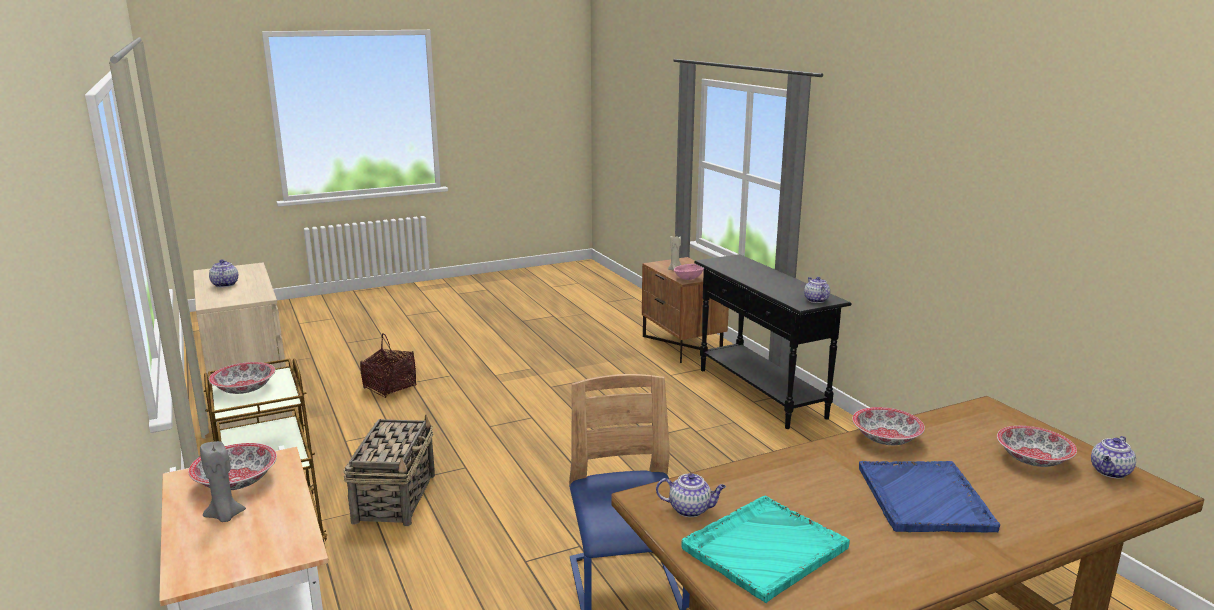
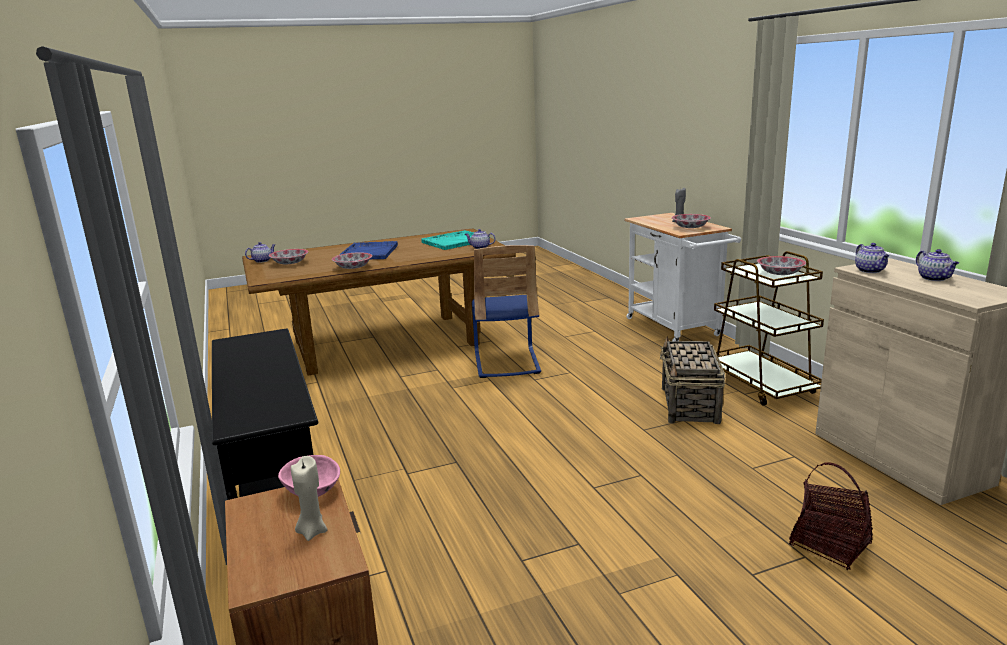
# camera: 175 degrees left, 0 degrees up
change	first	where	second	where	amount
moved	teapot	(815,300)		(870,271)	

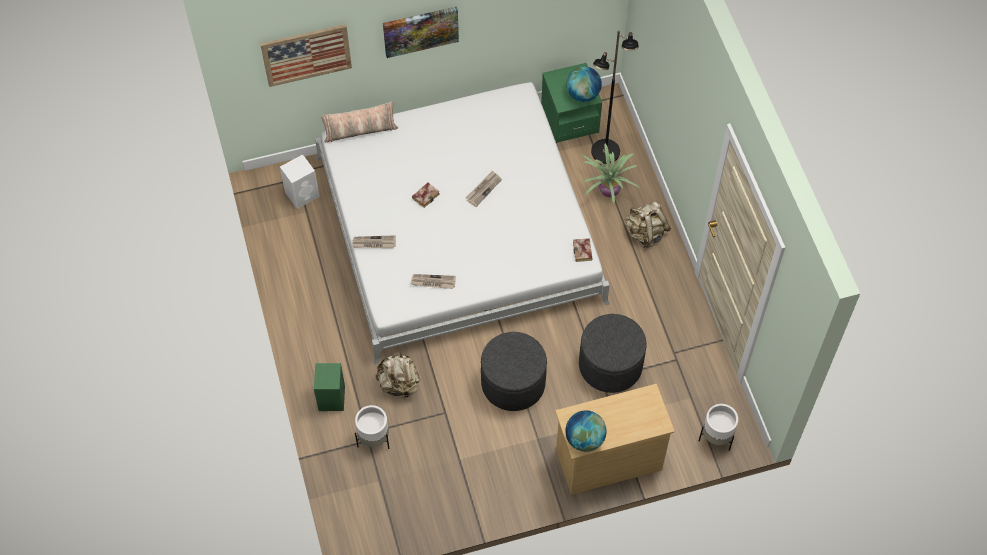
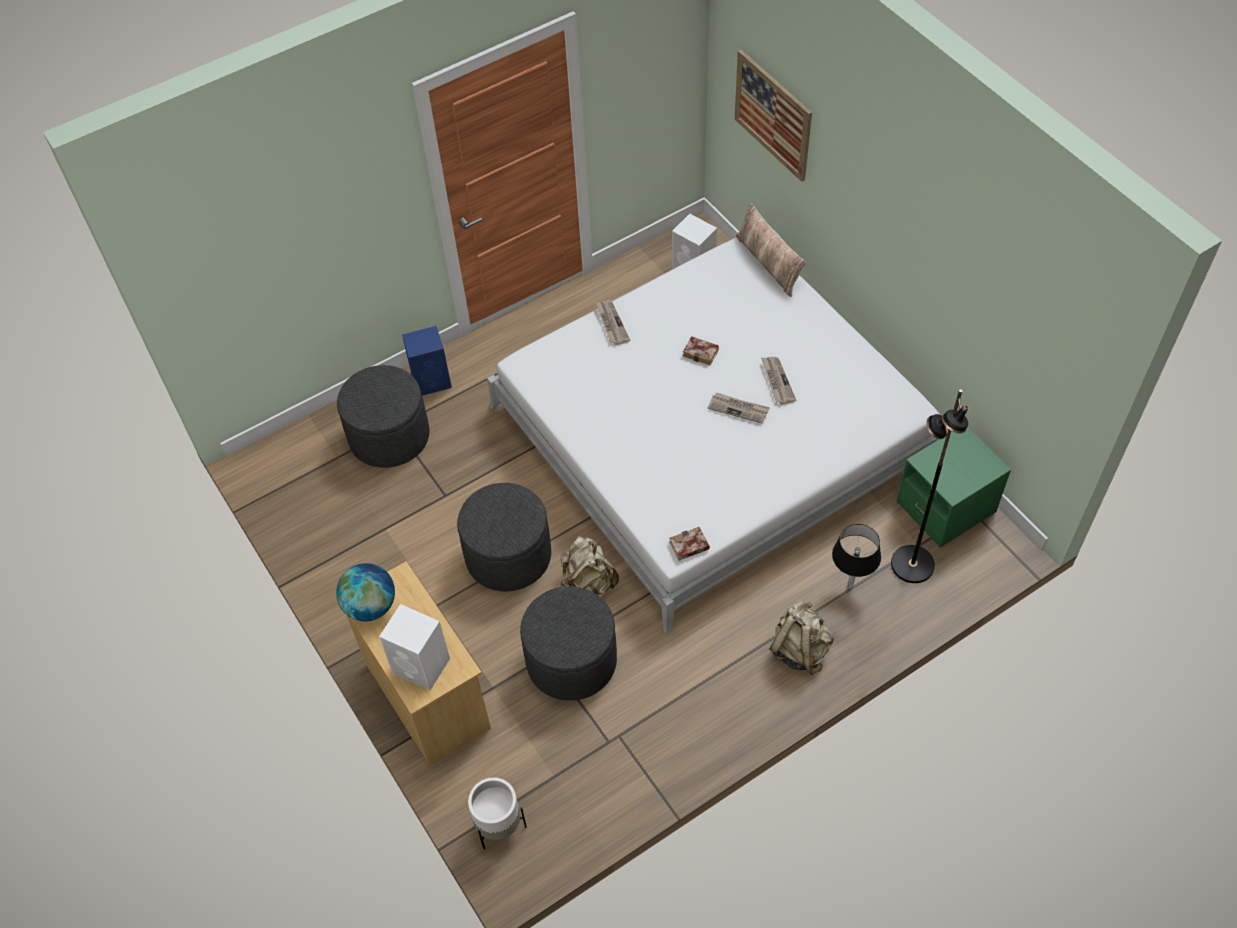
# camera: 75 degrees right, 5 degrees down
change	first	where	second	where	amount
removed	wall art	(420,30)			
removed	desk globe	(583,94)			
replaced	houseplant	(608,190)	tabletop lamp/blackish	(850,585)	
moved	daily paper	(433,282)		(777,381)	
moved	knapsack/sand-coloured	(399,384)		(587,585)	
recoloured	audio speaker/greenish	(331,397)	audio speaker/blue-coloured	(432,380)	
replaced	flower pot/white-coloured	(374,439)	footrest/gray	(389,436)	
added			audio speaker/white-coloured	(422,666)	

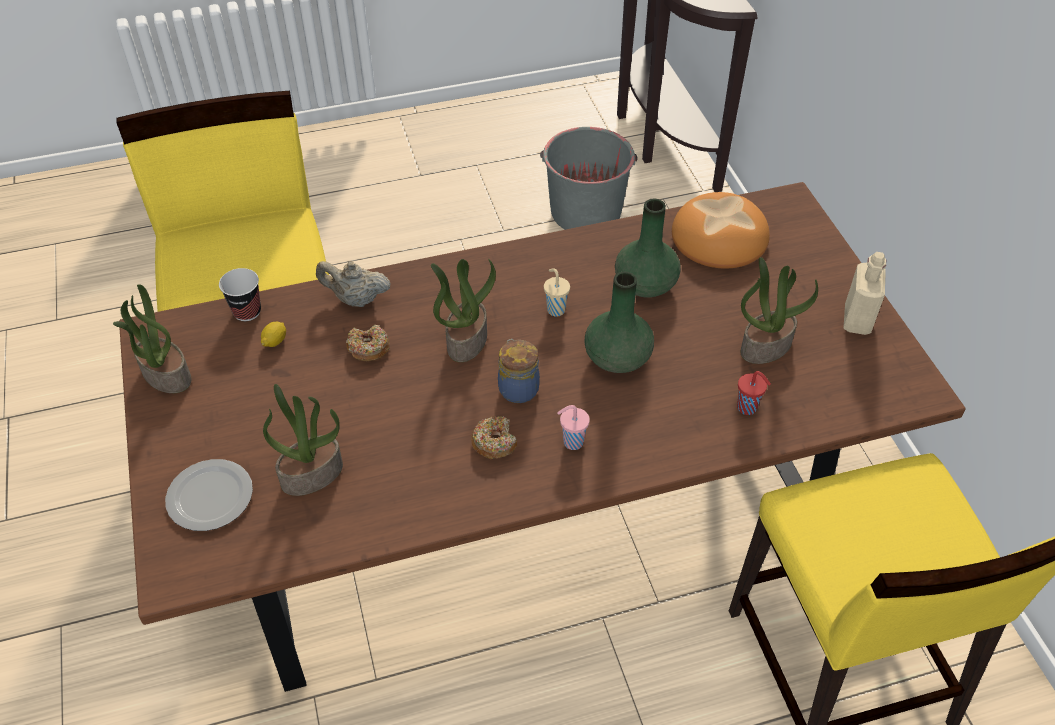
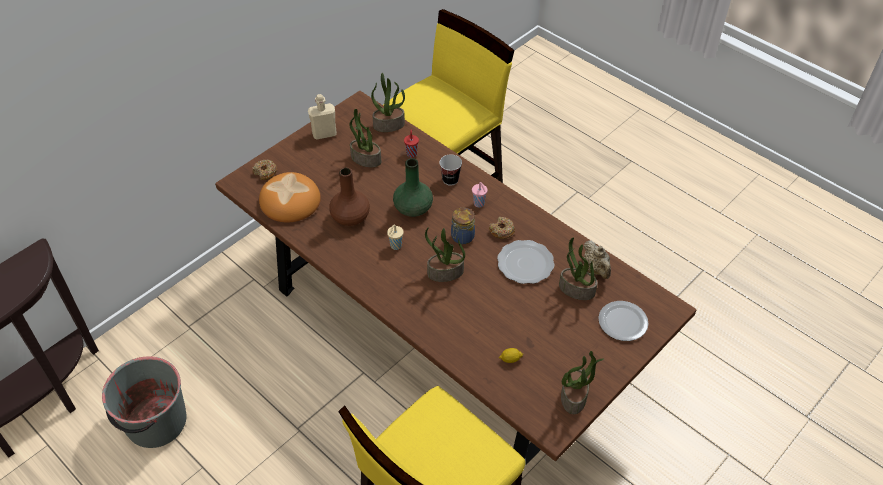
# camera: 120 degrees left, 0 degrees up
change	first	where	second	where	amount
recoloured	decorative vase/greenish	(644,285)	decorative vase/brown	(351,218)	
moved	teapot/sand-coloured	(356,299)		(596,269)	
moved	cup	(247,312)		(450,180)	
moved	donut	(368,348)		(265,172)	
added			houseplant	(389,124)	
added			dinner plate	(525,263)	

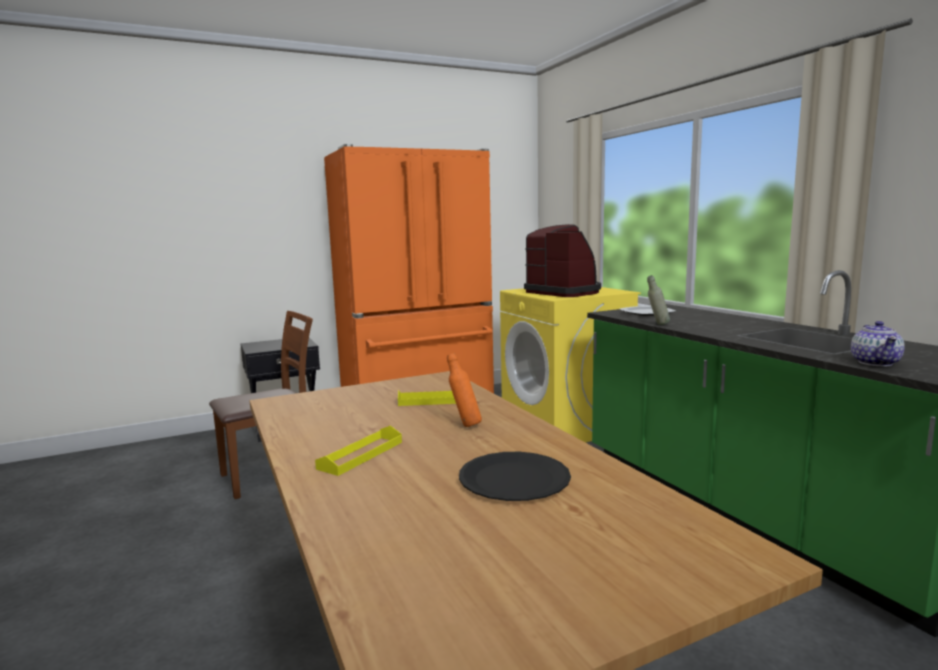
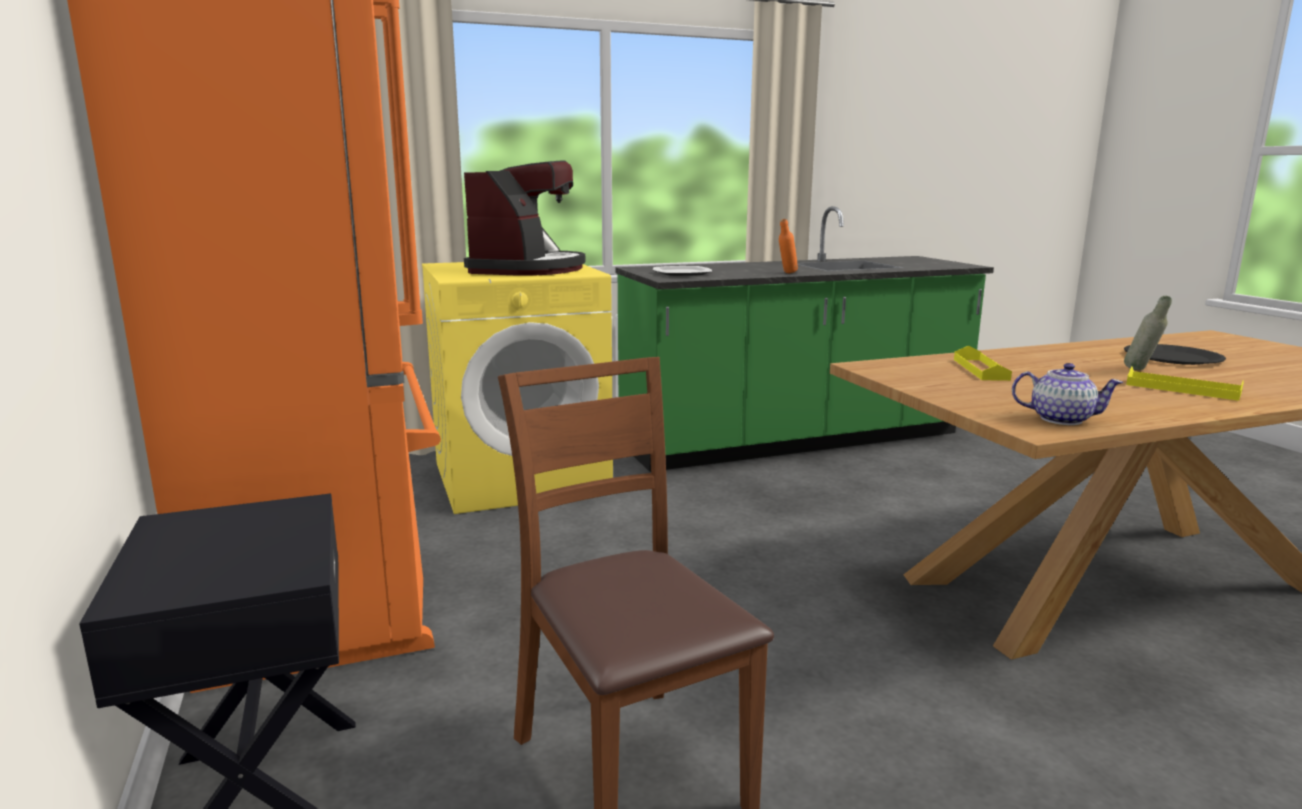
# camera: 85 degrees left, 5 degrees up
change	first	where	second	where	amount
turned	coffee brewer	(564,292)		(528,269)	135 degrees clockwise
moved	drink bottle/gray	(657,325)		(1141,371)	
moved	teapot	(875,362)		(1060,419)	
moved	drink bottle/orangey	(464,425)		(786,273)	

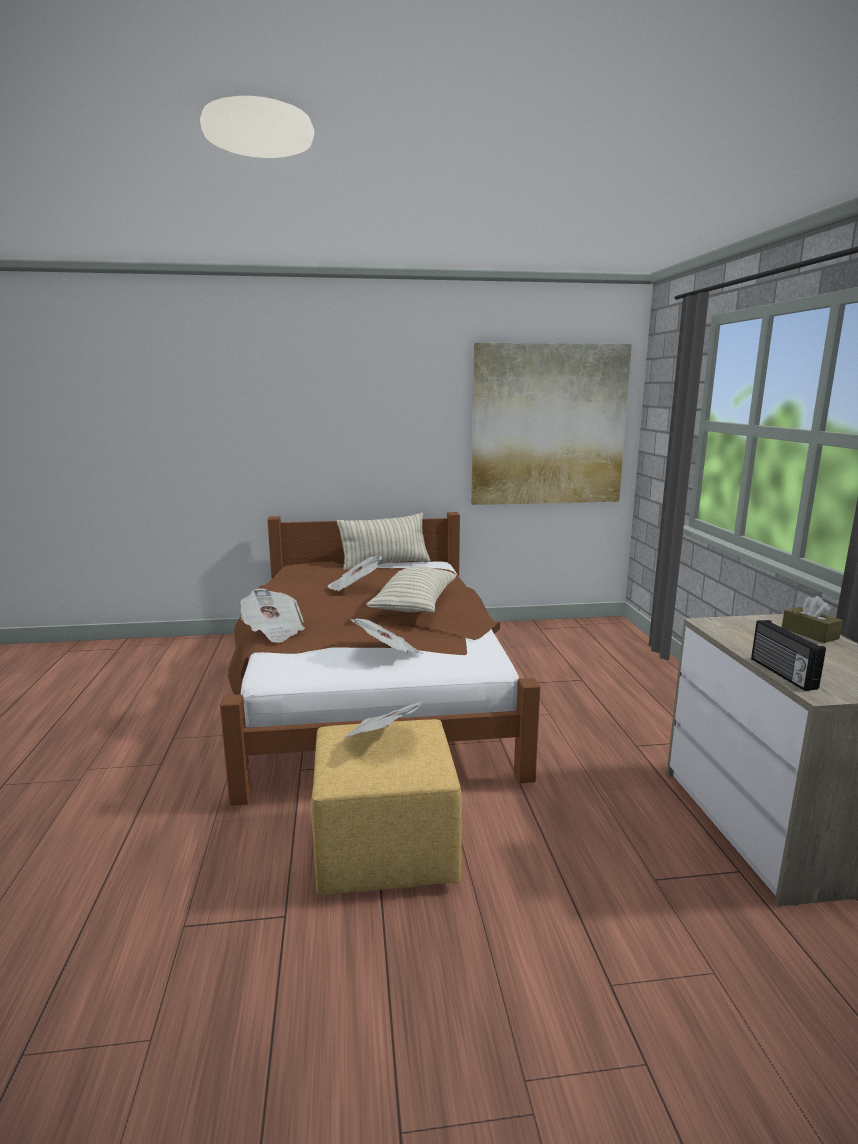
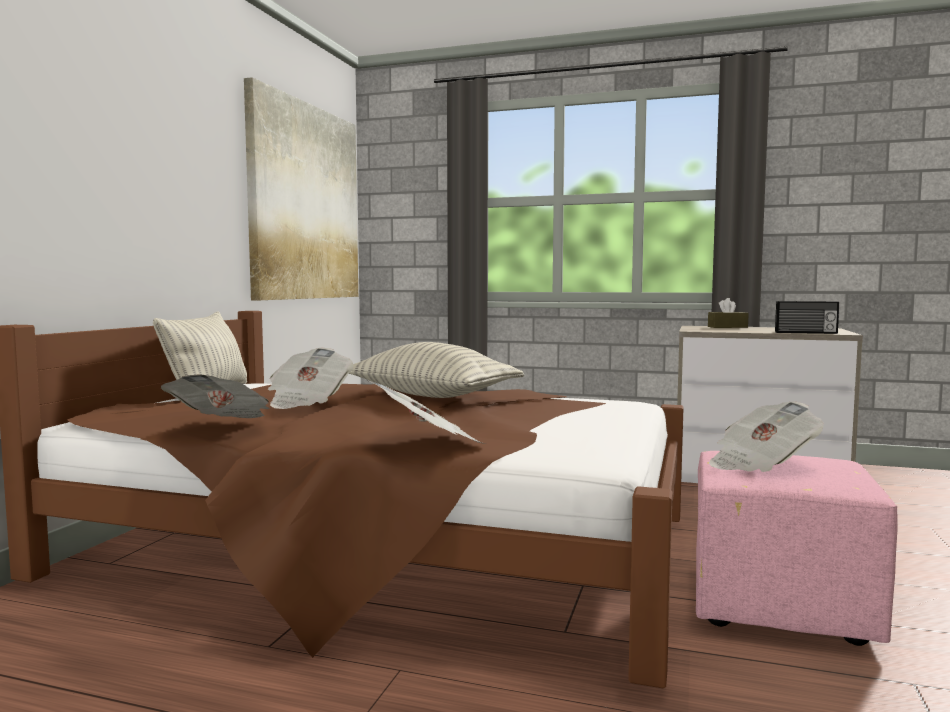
# camera: 65 degrees left, 10 degrees down
change	first	where	second	where	amount
moved	daily paper	(387,654)		(222,427)	
recoloured	footrest/yellowish	(386,849)	footrest/pink-coloured	(776,605)	

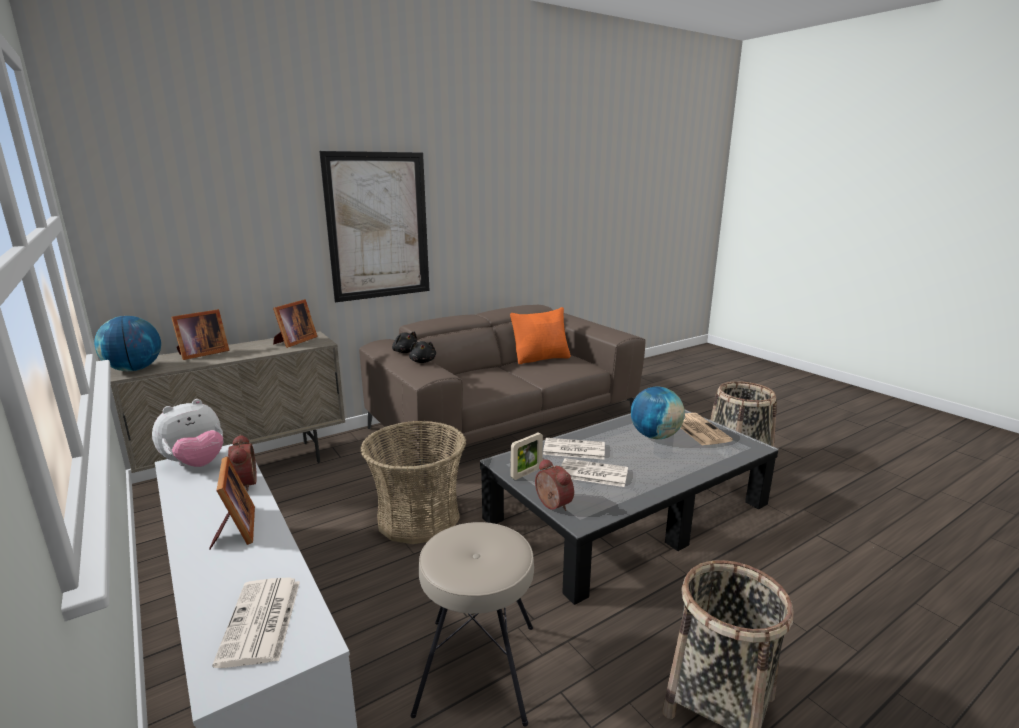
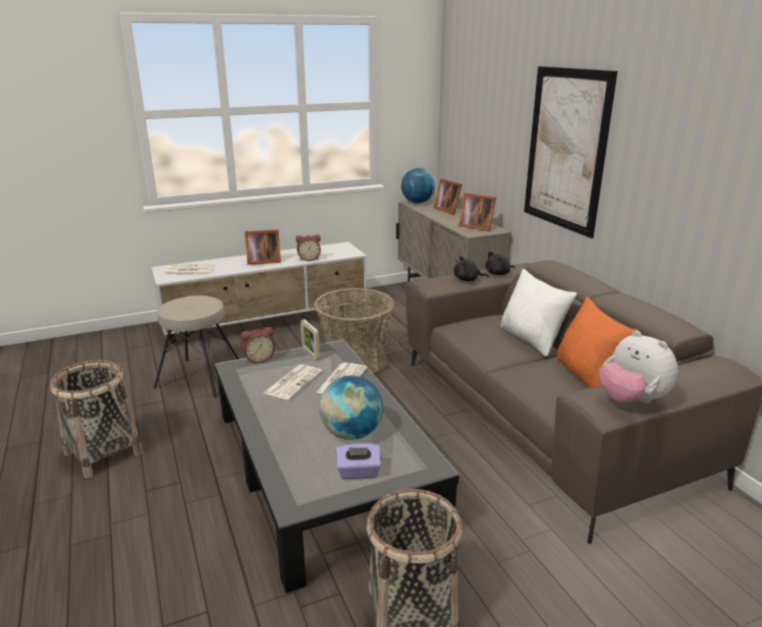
# camera: 100 degrees right, 5 degrees up
change	first	where	second	where	amount
moved	soft toy	(196,464)		(631,400)	
replaced	daily paper	(698,429)	box of tissues/purple	(358,472)	
added			throw pillow/white-coloured	(531,339)	

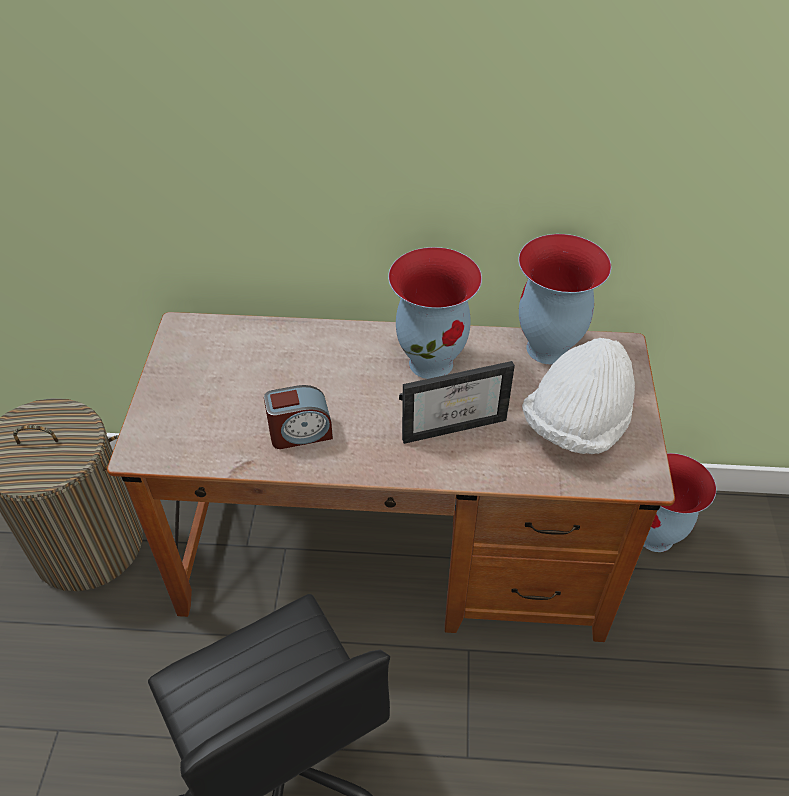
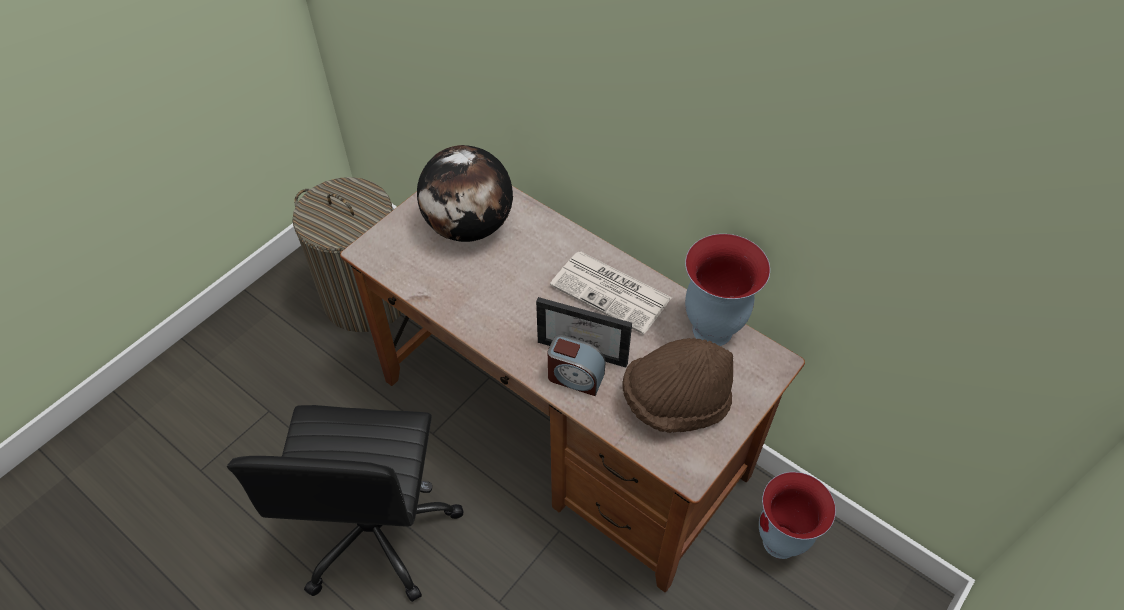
# camera: 35 degrees right, 5 degrees up
change	first	where	second	where	amount
replaced	decorative vase	(432,362)	daily paper	(612,292)	
recoloured	hat/white-coloured	(576,426)	hat/brown	(675,402)	
moved	alarm clock	(300,433)		(575,377)	
added			desk globe	(469,226)	

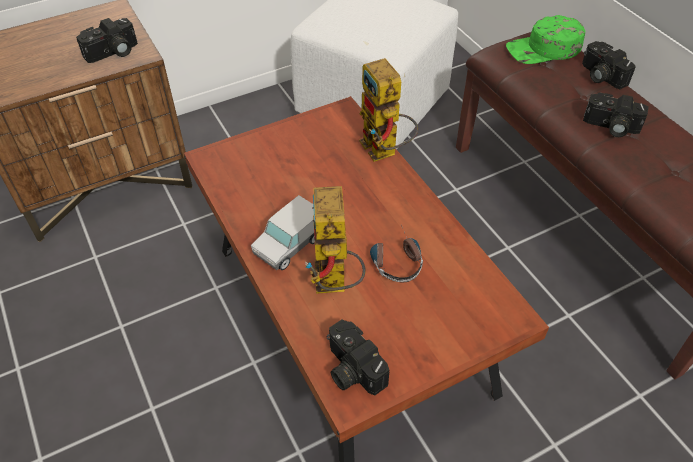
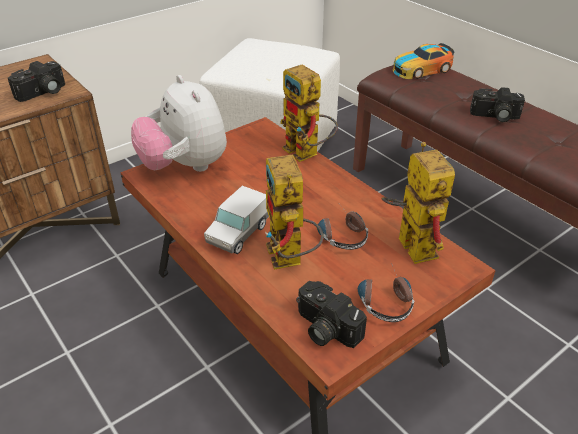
# camera: 10 degrees left, 10 degrees down
change	first	where	second	where	amount
replaced	baseball cap/greenish	(544,49)	toy car	(421,69)	
removed	photo camera	(600,76)			
added			soft toy	(185,166)	
added			model robot	(409,243)	
added			headset	(383,298)	

